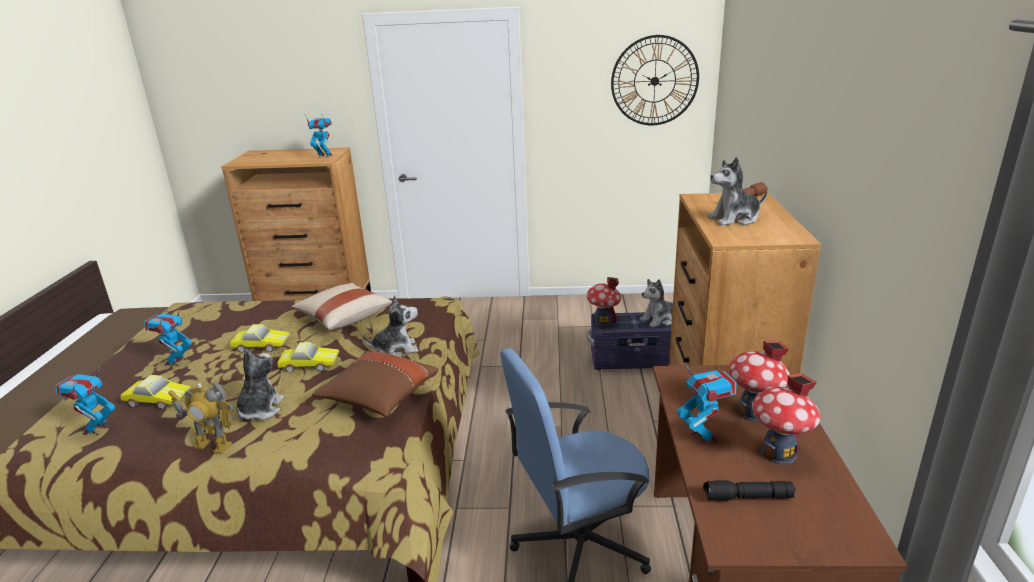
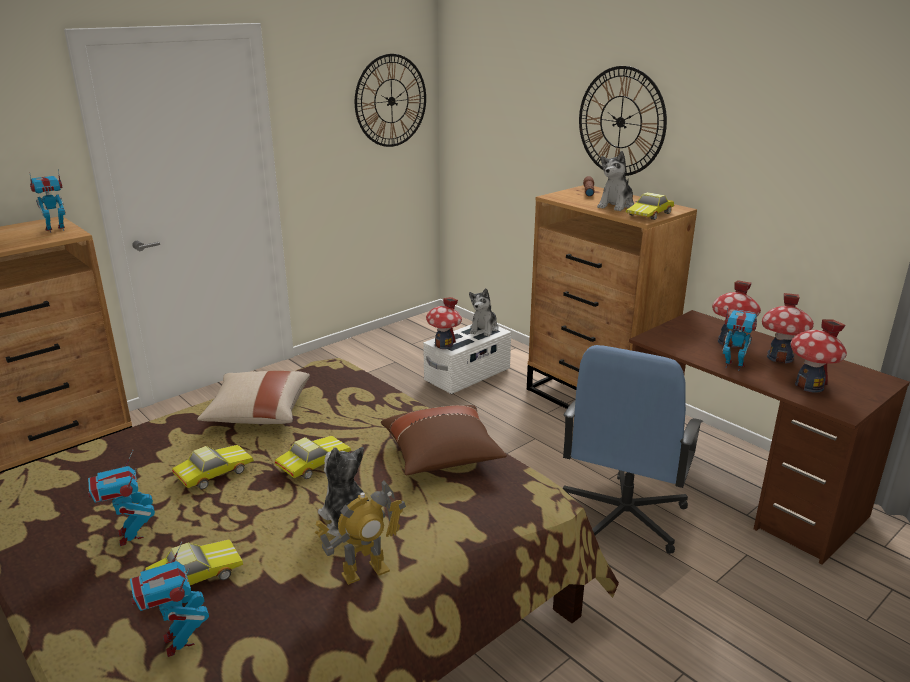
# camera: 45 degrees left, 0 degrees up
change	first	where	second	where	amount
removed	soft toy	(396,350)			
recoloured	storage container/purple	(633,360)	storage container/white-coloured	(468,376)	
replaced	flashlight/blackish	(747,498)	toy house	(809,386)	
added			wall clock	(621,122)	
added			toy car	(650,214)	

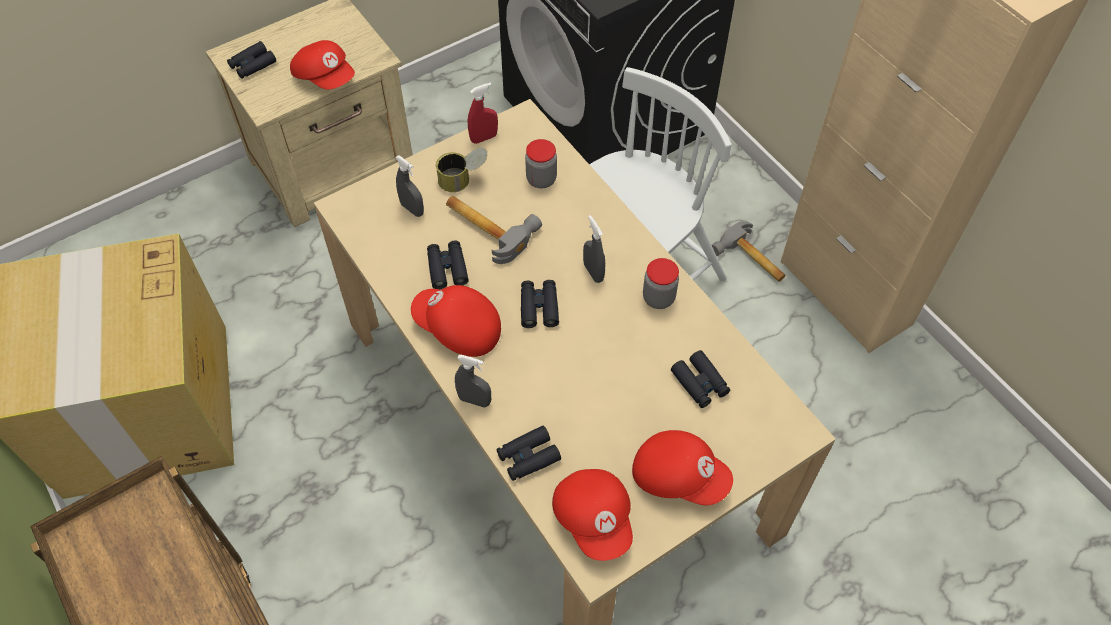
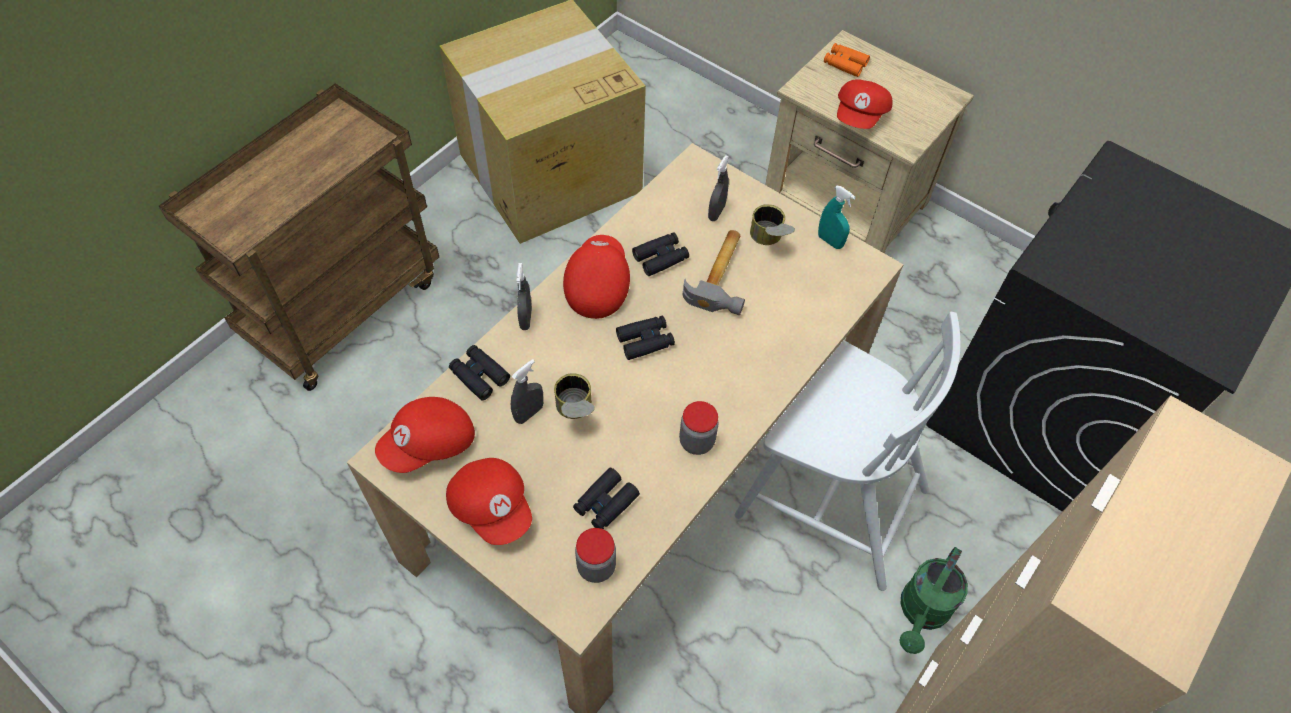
# camera: 70 degrees right, 0 degrees up
change	first	where	second	where	amount
recoloured	pair of binoculars/blackish	(252,65)	pair of binoculars/orangey	(845,64)	
recoloured	hand sprayer/reddish	(484,138)	hand sprayer/turquoise-coloured	(830,241)	
moved	jar	(541,179)		(596,566)	
moved	hand sprayer/gray	(593,272)		(529,413)	
replaced	tool hammer	(751,260)	sprinkling can/greenish	(921,613)	
turned	baseball cap/reddish	(679,476)		(493,507)	45 degrees counterclockwise
added			sealed can	(575,413)	

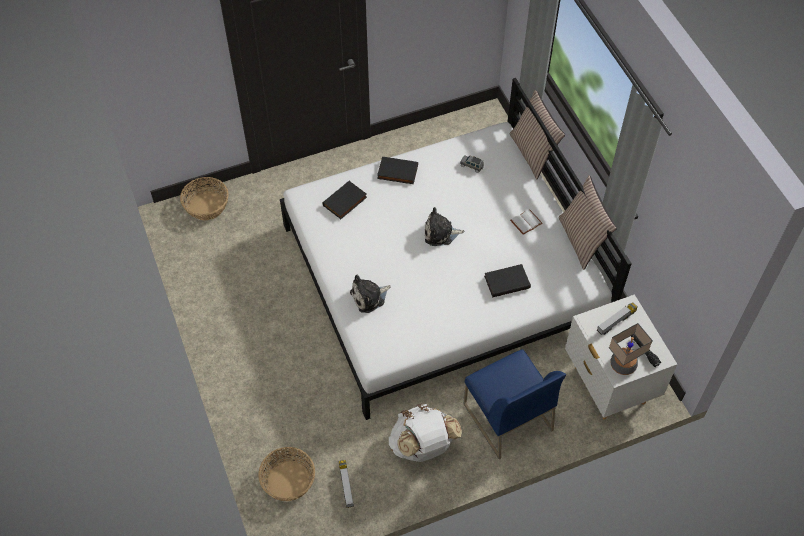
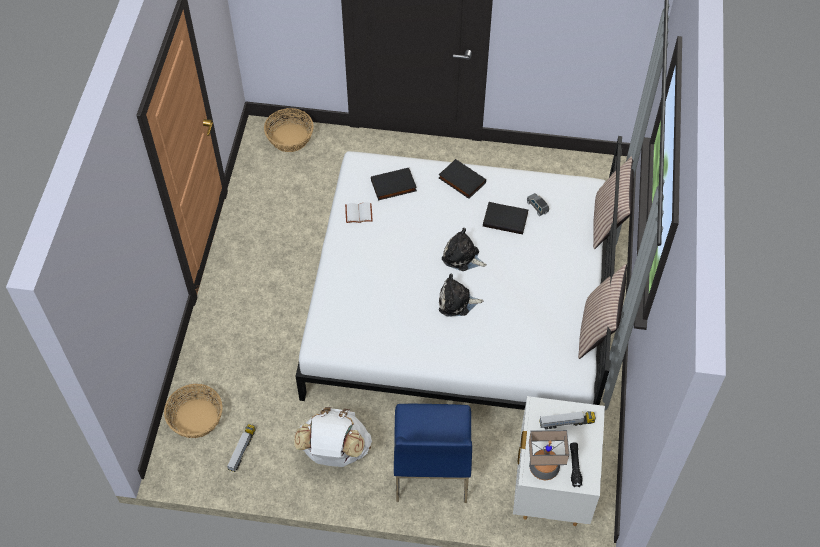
# camera: 30 degrees right, 0 degrees up
change	first	where	second	where	amount
moved	volume/white-coloured	(526,223)		(358,214)	
moved	volume/blackish	(507,281)		(505,219)	
moved	soft toy	(369,297)		(457,302)	

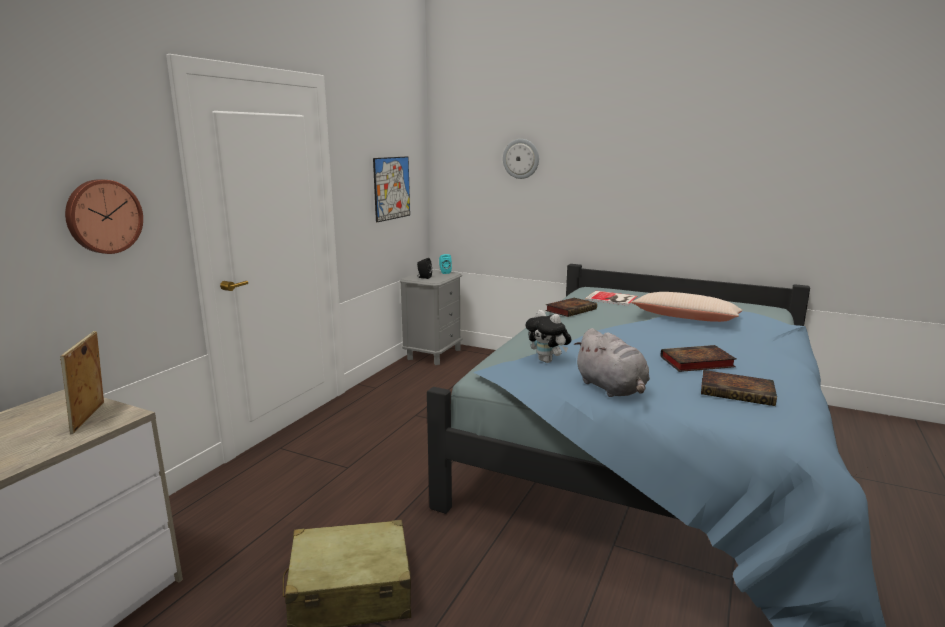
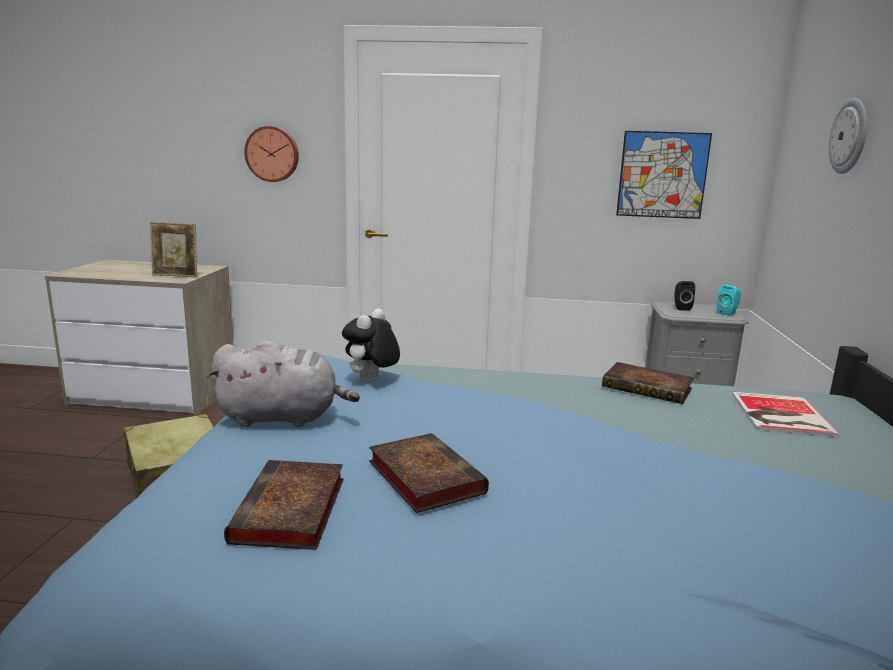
# camera: 70 degrees right, 0 degrees up
change	first	where	second	where	amount
removed	throw pillow/sand-coloured	(685,318)			
turned	soft toy/gray	(612,389)		(283,418)	135 degrees counterclockwise
turned	photo frame	(91,418)		(176,276)	150 degrees counterclockwise

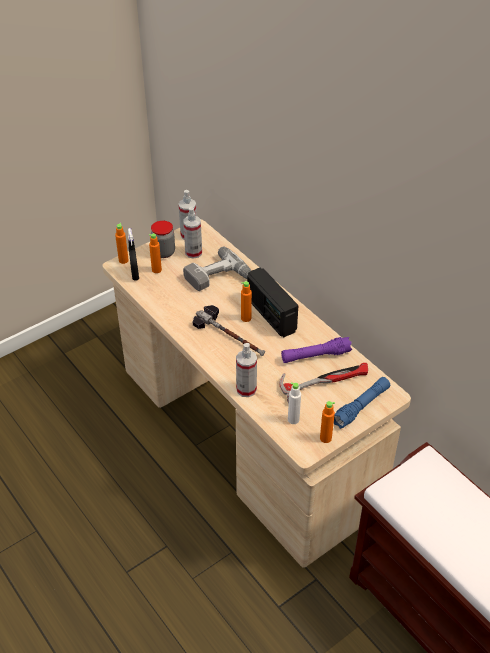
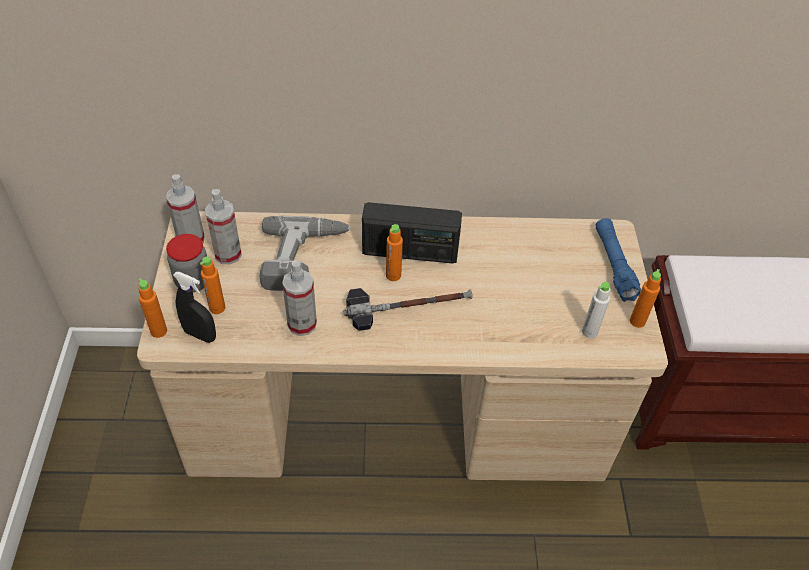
# camera: 55 degrees left, 5 degrees up
change	first	where	second	where	amount
removed	flashlight/purple	(315,356)			
moved	hand sprayer	(246,389)		(302,324)	
removed	tool hammer	(324,381)			

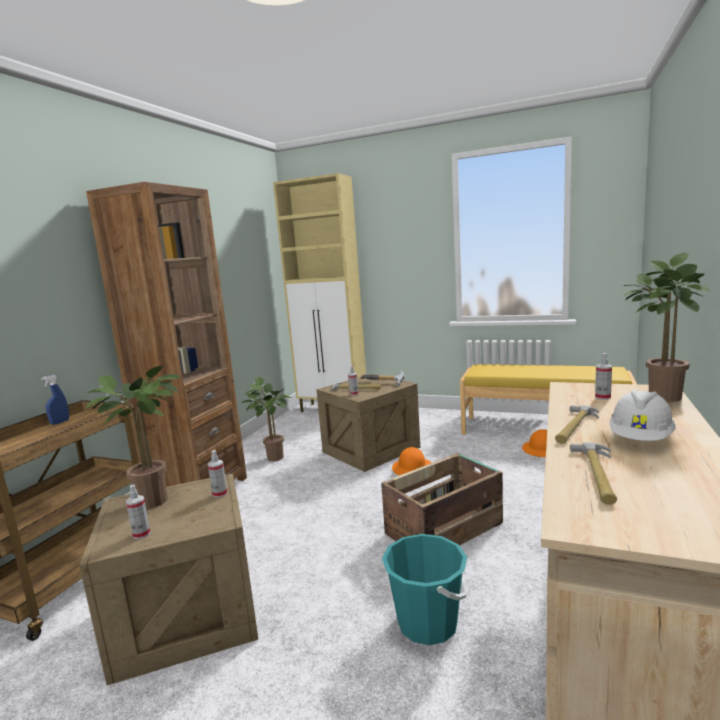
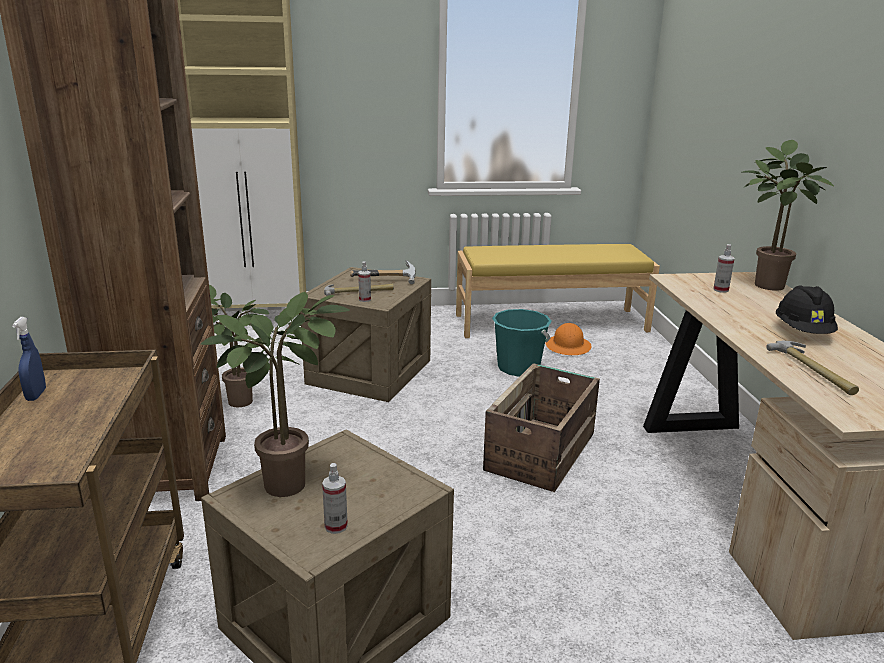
# camera: 30 degrees left, 10 degrees up
change	first	where	second	where	amount
recoloured	hard hat/white-coloured	(641,439)	hard hat/blackish	(803,332)	
removed	tool hammer	(574,427)			
removed	hard hat/orangey	(412,468)			
removed	hand sprayer	(220,494)			
moved	bucket/turquoise-coloured	(428,623)		(518,368)	

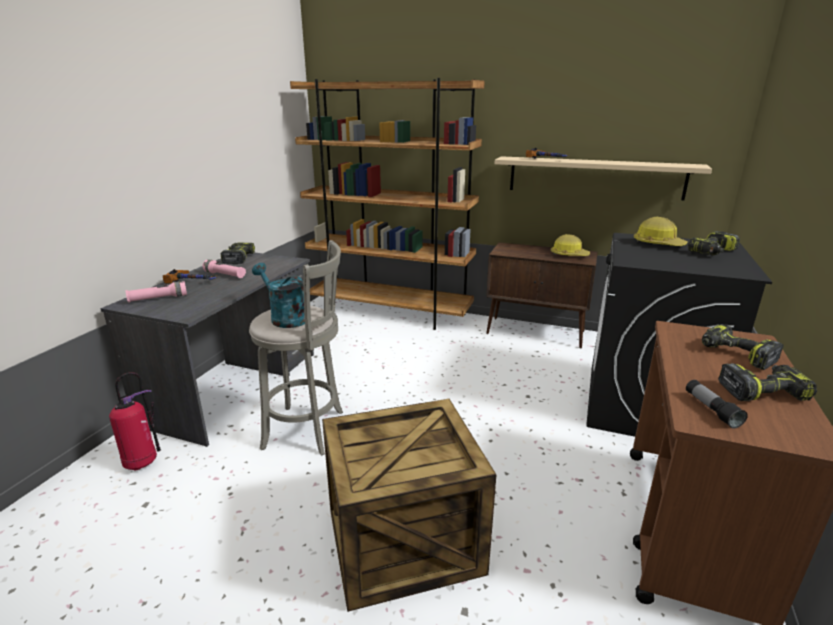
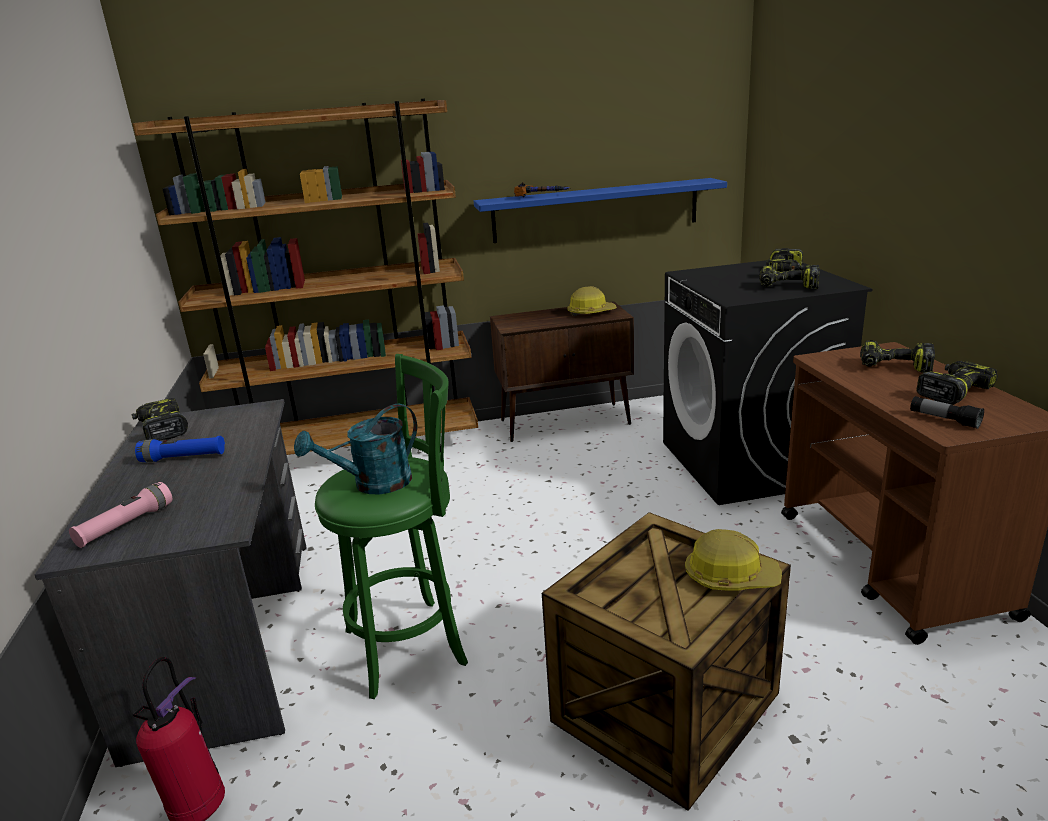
# camera: 30 degrees left, 0 degrees up
change	first	where	second	where	amount
recoloured	bracket shelf/sand-coloured	(595,177)	bracket shelf/blue-coloured	(595,210)	
moved	hard hat	(658,244)		(730,577)	
recoloured	stool seat/gray	(308,430)	stool seat/greenish	(412,644)	
recoloured	flashlight/pink-coloured	(224,275)	flashlight/blue-coloured	(183,458)	
turned	sprinkling can/turquoise-coloured	(285,318)		(373,485)	45 degrees counterclockwise
removed	tool hammer	(194,282)			
added			electric drill	(787,287)	

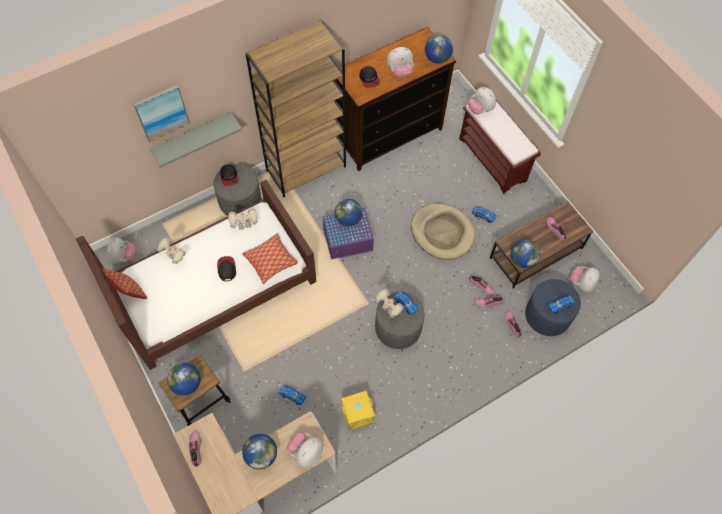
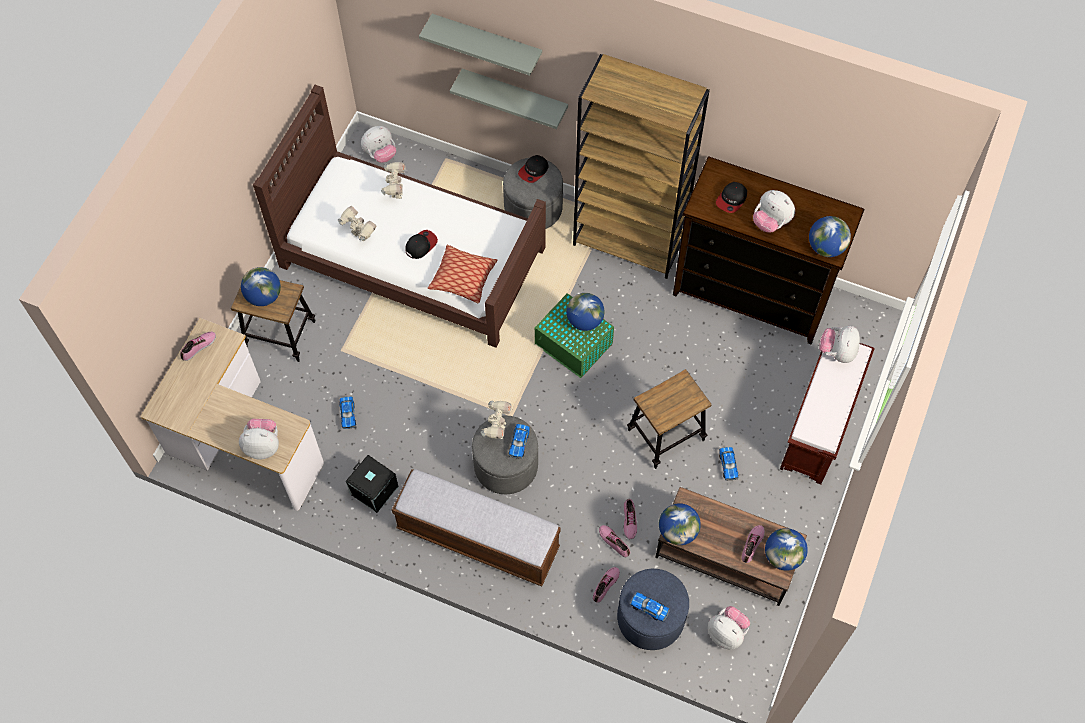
# camera: 55 degrees right, 0 degrees up
change	first	where	second	where	amount
replaced	wall art	(161,112)	bracket shelf/gray	(487,41)	
replaced	dog bed/sand-coloured	(442,233)	stool seat	(666,435)	
moved	model robot	(245,226)		(360,235)	
recoloured	storage container/purple	(348,240)	storage container/greenish	(574,345)	
turned	soft toy	(581,283)		(727,633)	45 degrees clockwise
removed	throw pillow	(128,291)			
recoloured	storage container/yellowish	(357,414)	storage container/blackish	(373,491)	
moved	desk globe	(261,455)		(783,556)	
added			long seat	(478,538)	

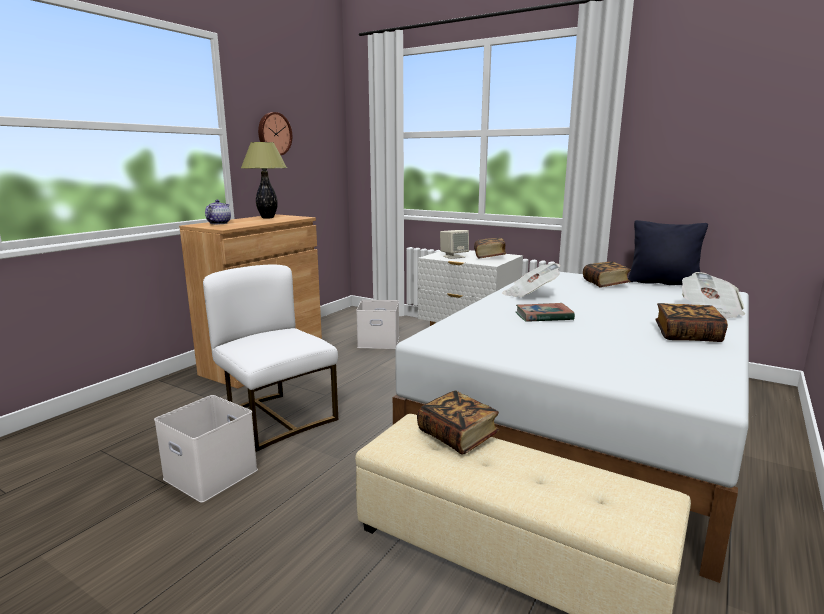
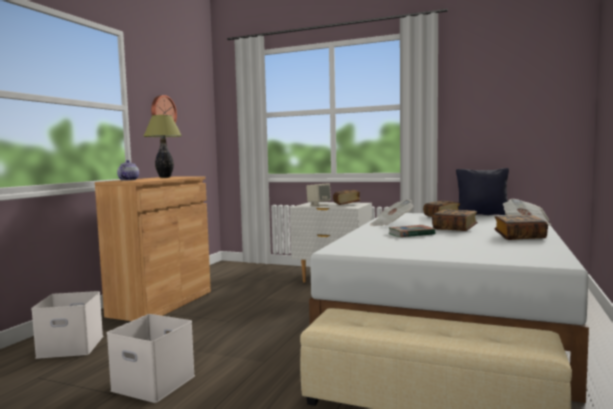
# camera: 10 degrees left, 10 degrees down
change	first	where	second	where	amount
removed	chair/white-coloured	(276,418)			
moved	storage container/white-coloured	(379,341)		(72,346)	
moved	volume	(457,436)		(454,229)	

